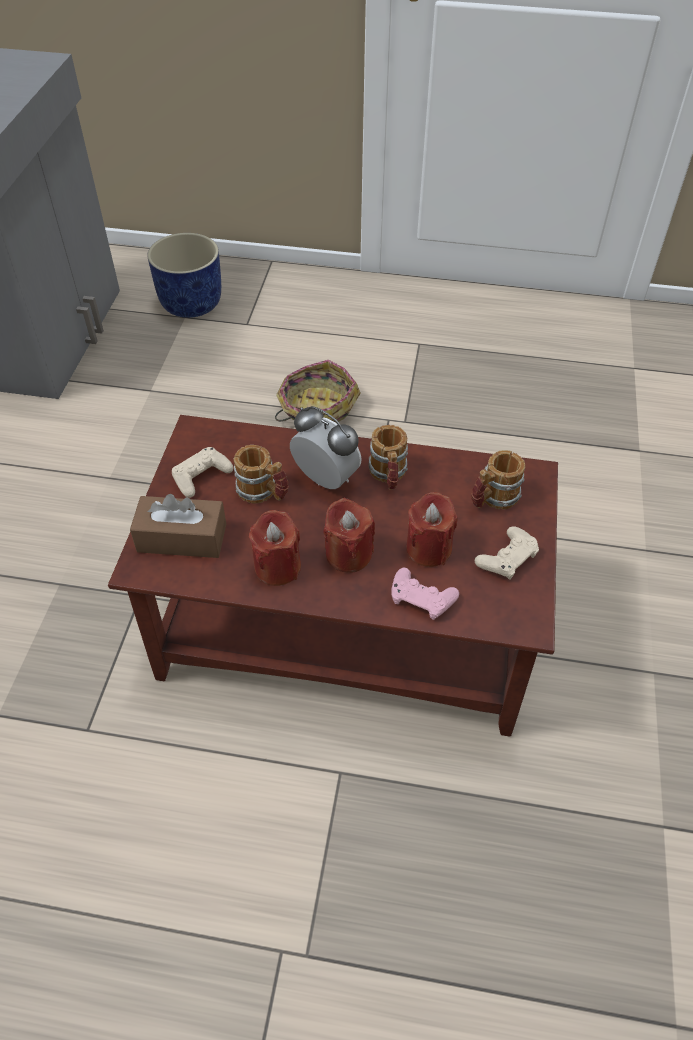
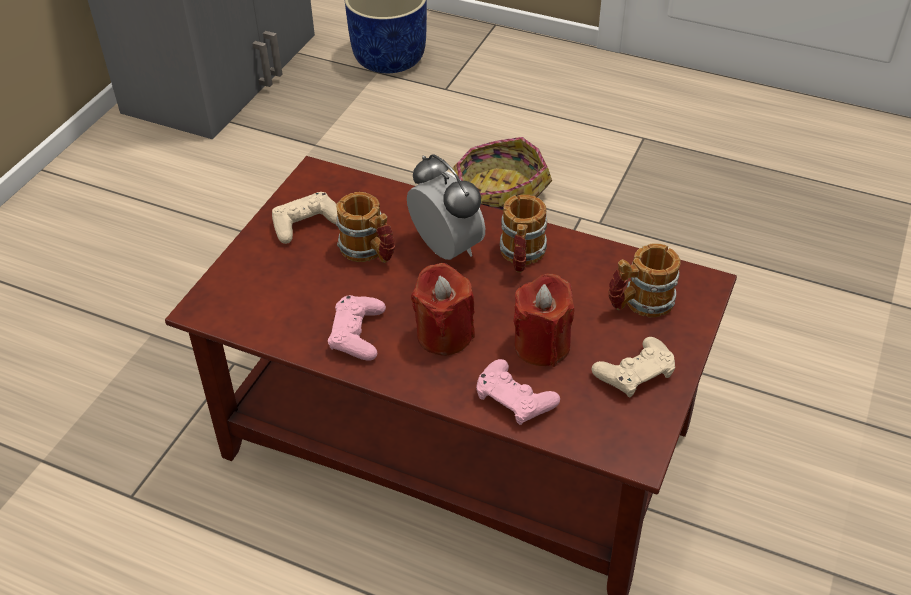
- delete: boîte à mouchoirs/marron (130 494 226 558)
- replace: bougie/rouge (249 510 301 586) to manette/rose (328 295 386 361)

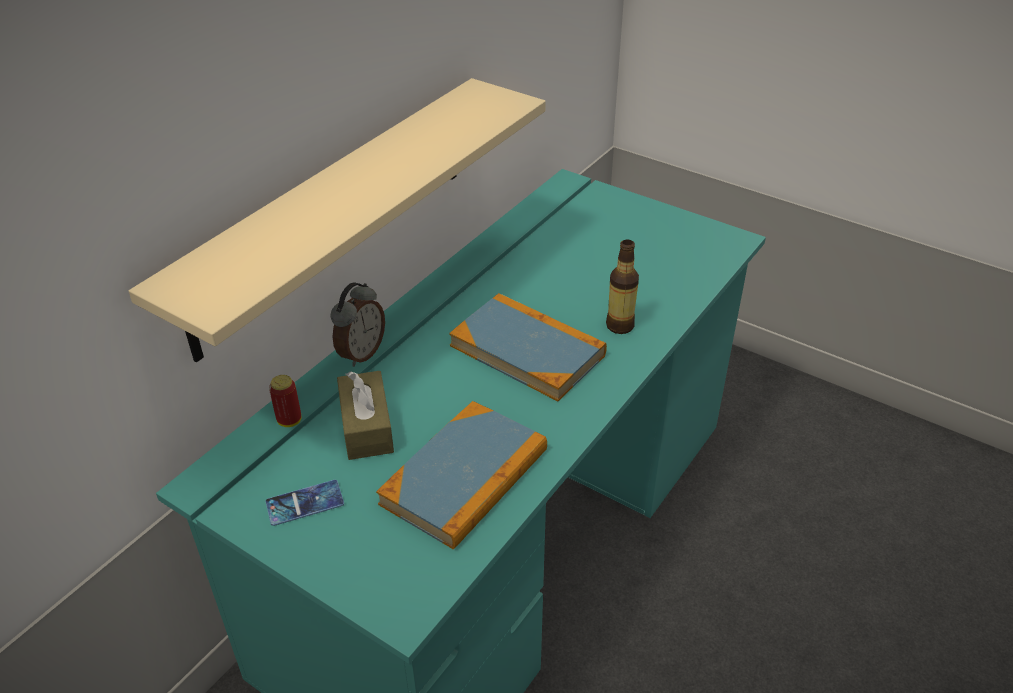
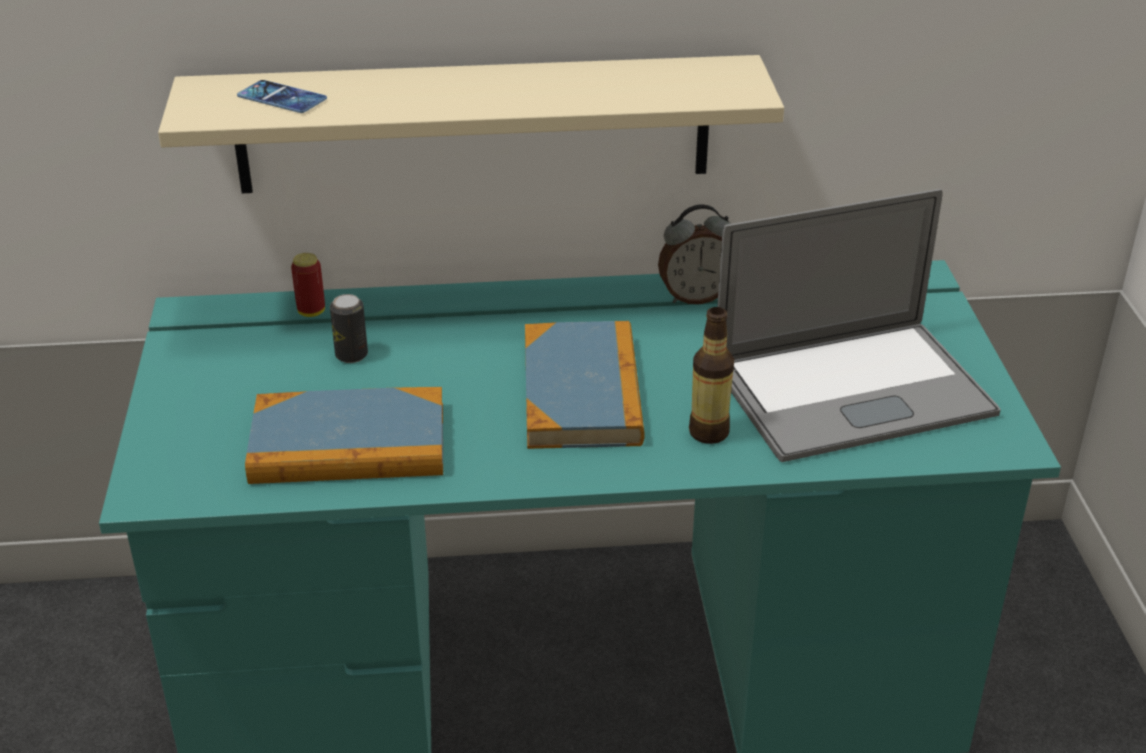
- insert: ordinateur portable (717 189 1000 462)
- move: téléphone (266 480 344 526) to (237 80 327 113)
- move: réveil (331 282 385 367) to (658 205 731 304)
- replace: boîte à mouchoirs/marron (337 371 394 460) to boîte métallique (330 294 368 363)

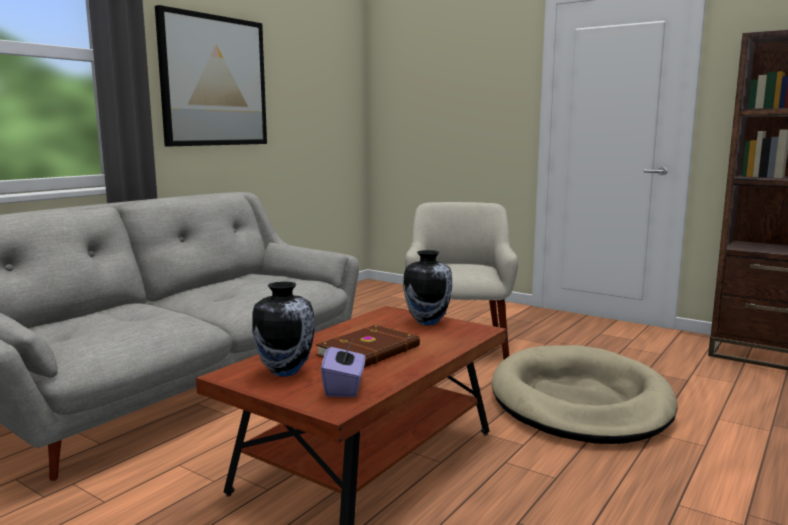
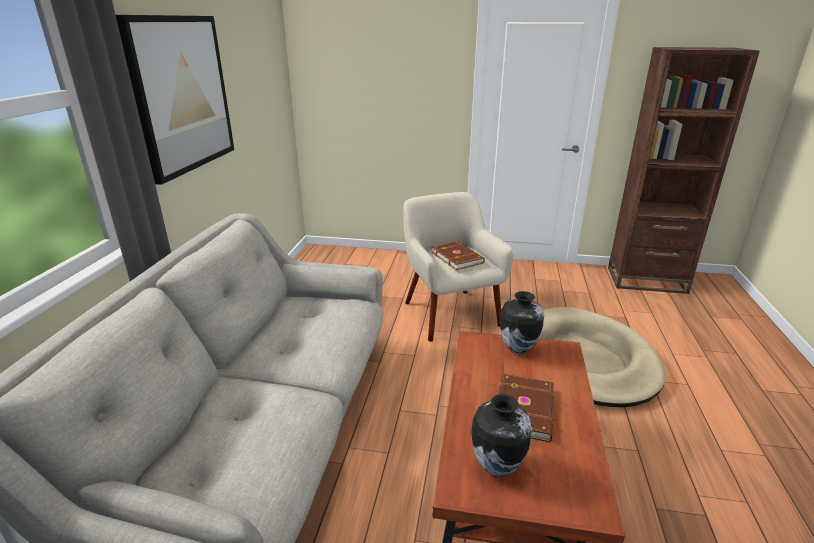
- delete: boîte à mouchoirs/violet (321 340 365 397)
- insert: livre/marron (431 241 485 270)

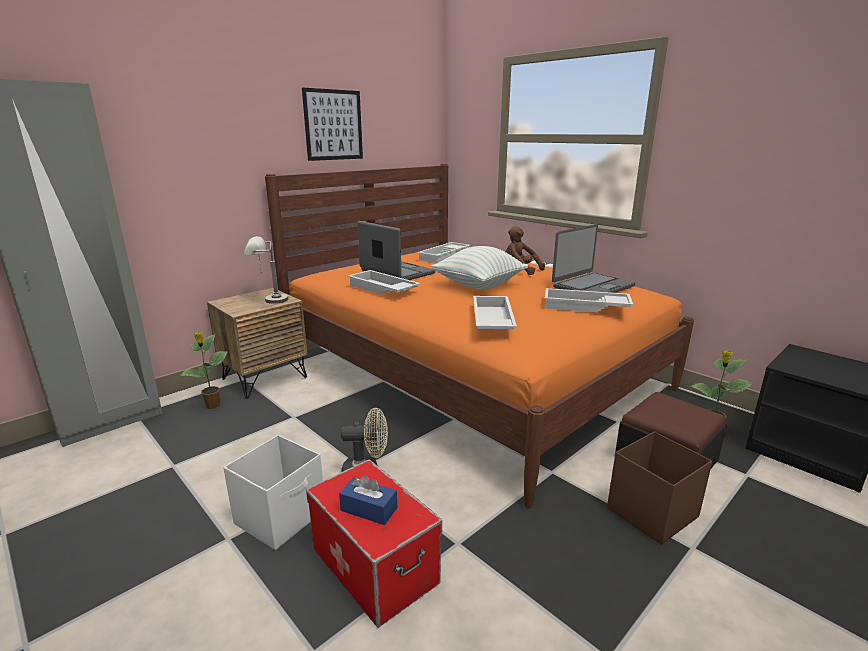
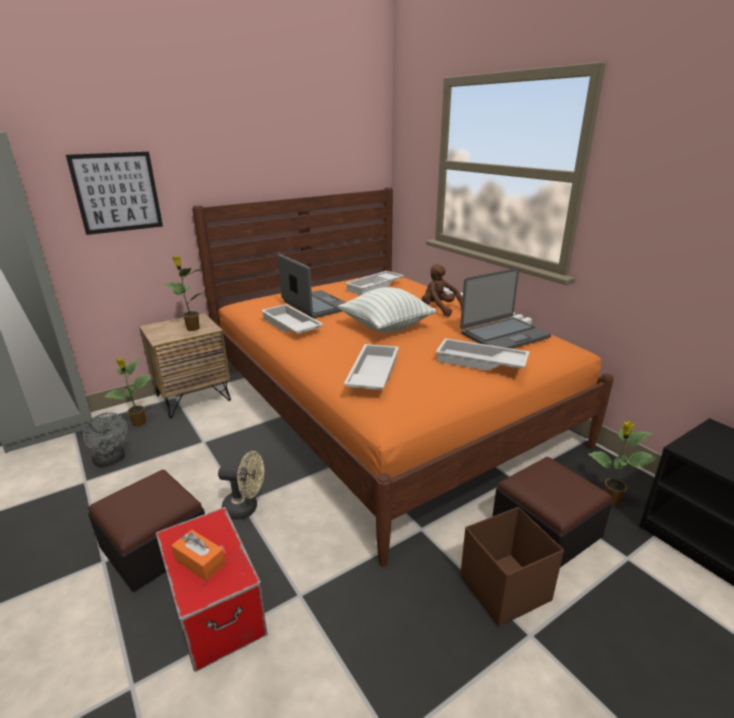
- insert: ventilateur/gris (83 412 127 467)
- move: tableau (302 88 363 161) to (66 152 163 235)
- replace: boîte de rangement/blanc (223 435 323 550) to pouf (88 470 205 592)
- replace: lampe de table/gris (244 236 288 304) to plante en pot (164 256 204 331)
- recolor: boîte à mouchoirs/bleu (339 475 397 525) to boîte à mouchoirs/orange (171 530 226 581)

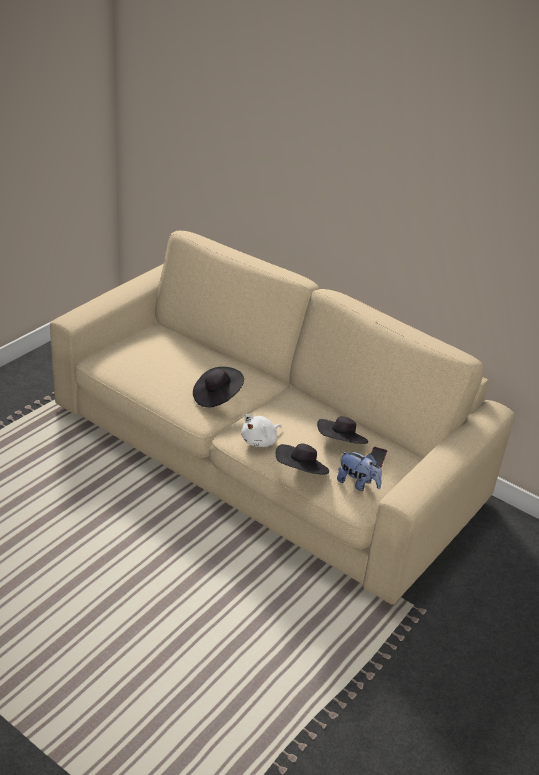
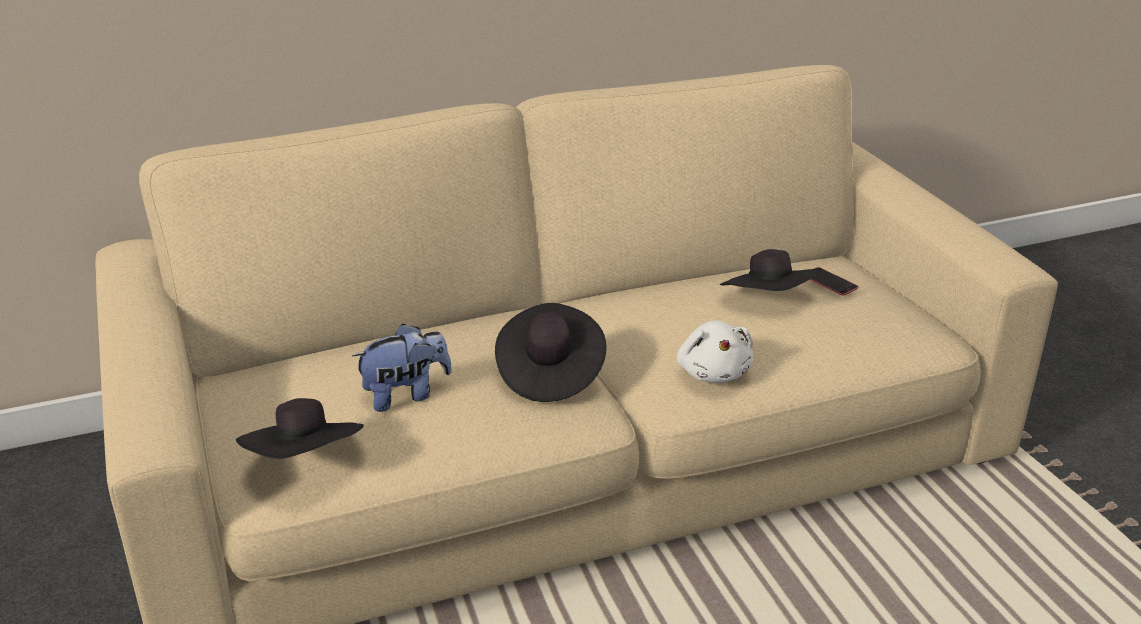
- move: chapeau/noir (276 443 329 474) to (236 398 364 459)
- move: peluche (337 451 382 491) to (352 324 452 412)

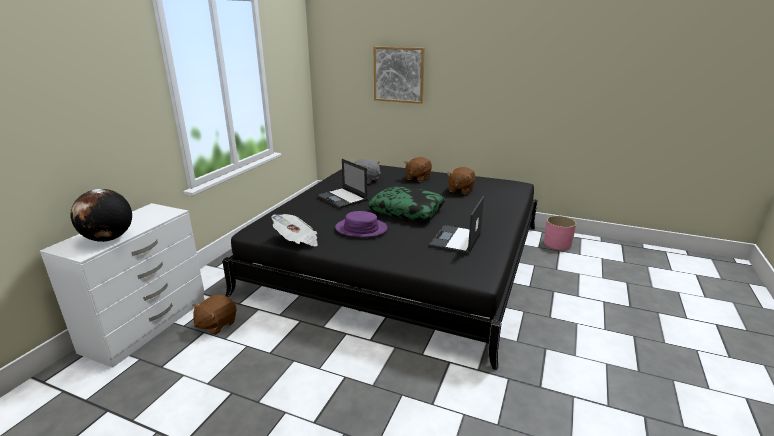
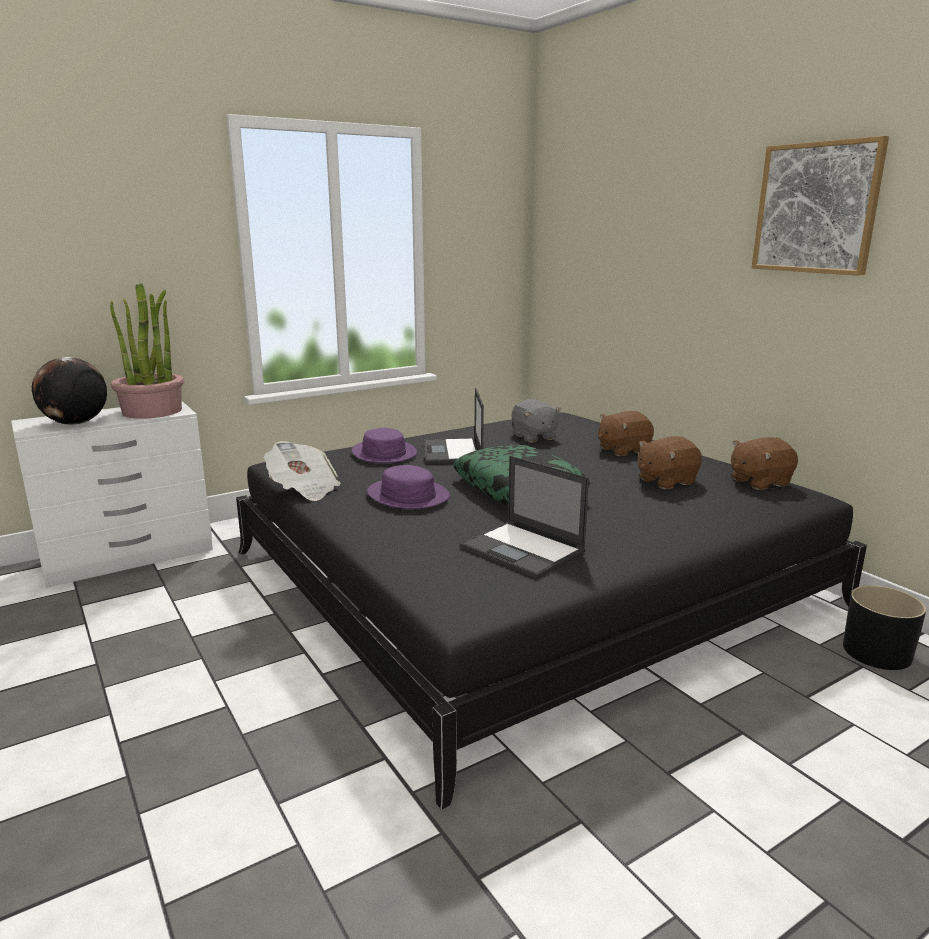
- insert: plante en pot (110 283 184 419)
- insert: chapeau/violet (352 428 417 464)
- move: peluche/marron (192 295 237 335) to (731 437 798 490)
- move: tableau (374 47 425 104) to (752 136 889 276)
- recolor: cache-pot/rose (544 216 576 250) to cache-pot/noir (843 585 926 670)
- rotate: ordinateur portable (429 196 484 254) = (460 456 589 579) 105 degrees counterclockwise

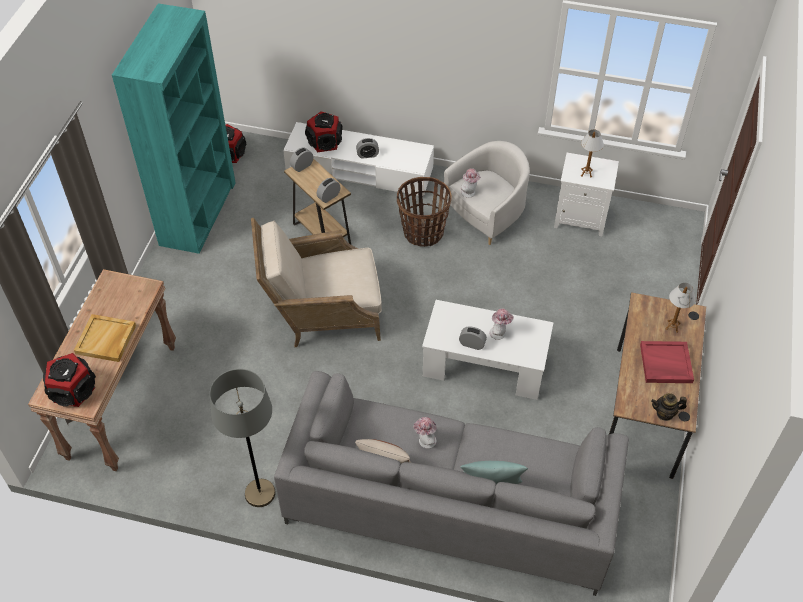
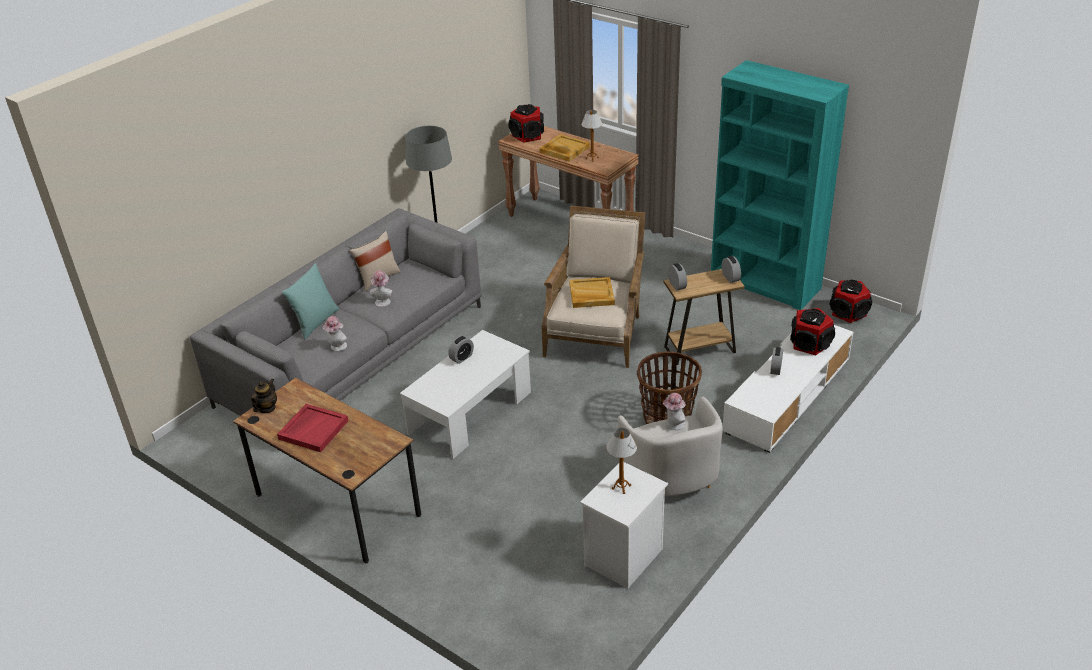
- insert: plateau/beige (569 277 615 308)
- move: chapeau (490 308 514 340) to (322 316 347 351)
- move: lampe de table (665 283 696 333) to (581 110 602 162)

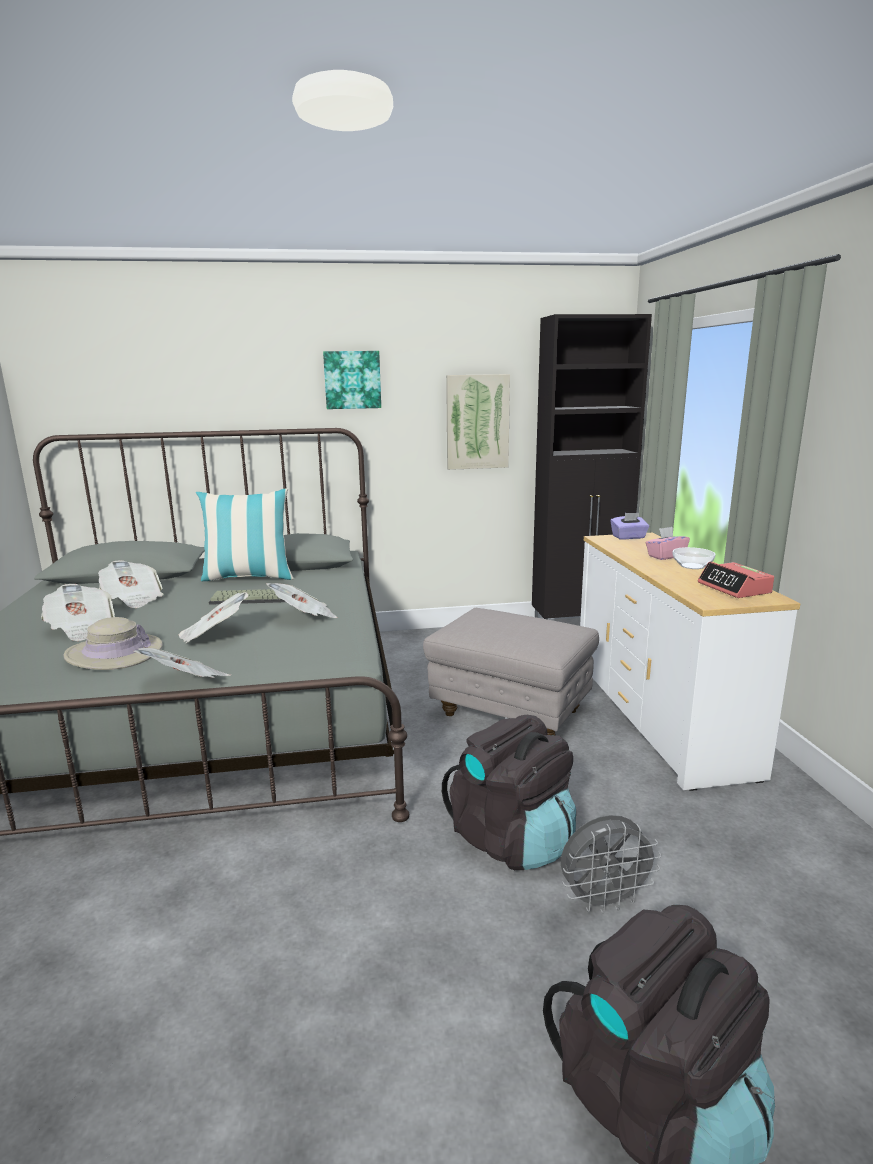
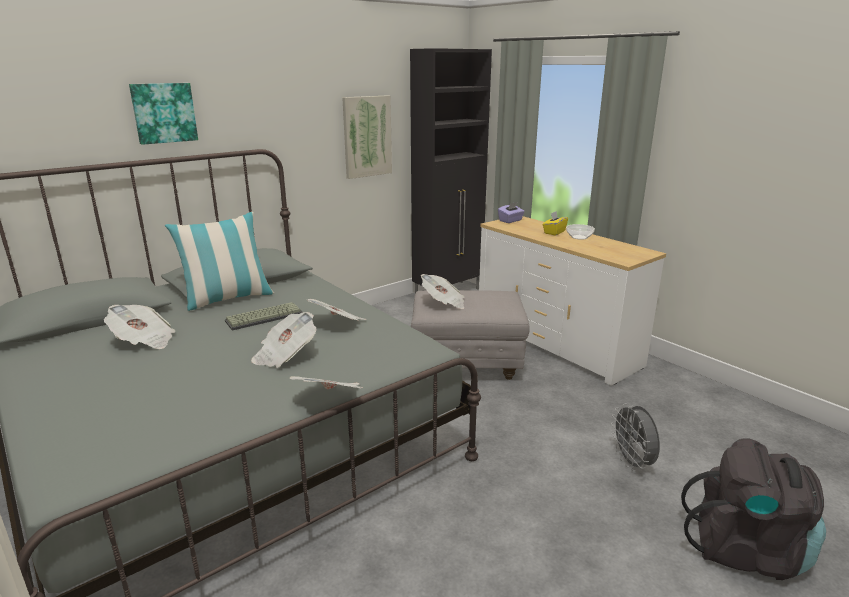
- delete: chapeau/beige (64 617 163 670)
- delete: sac à dos/noir (442 715 576 870)
- delete: réveil (698 562 774 598)
- move: journal (41 584 115 641) to (421 274 465 309)
- move: tableau (323 351 381 409) to (129 83 198 145)
- recolor: boîte à mouchoirs/rose (645 527 690 560) to boîte à mouchoirs/jaune (543 211 568 236)
- rotate: ventilateur/gris (561 815 662 914) = (611 403 660 471) 120 degrees clockwise

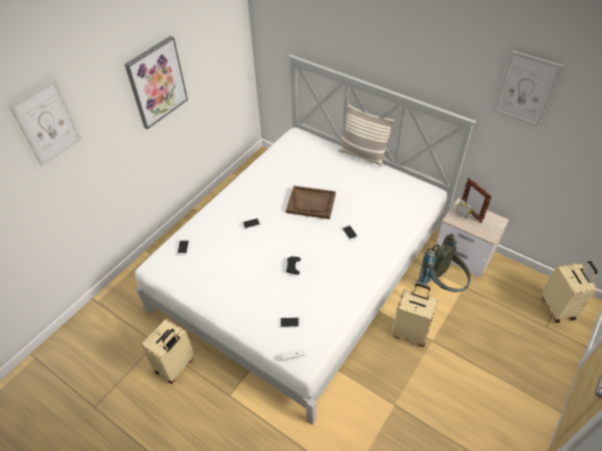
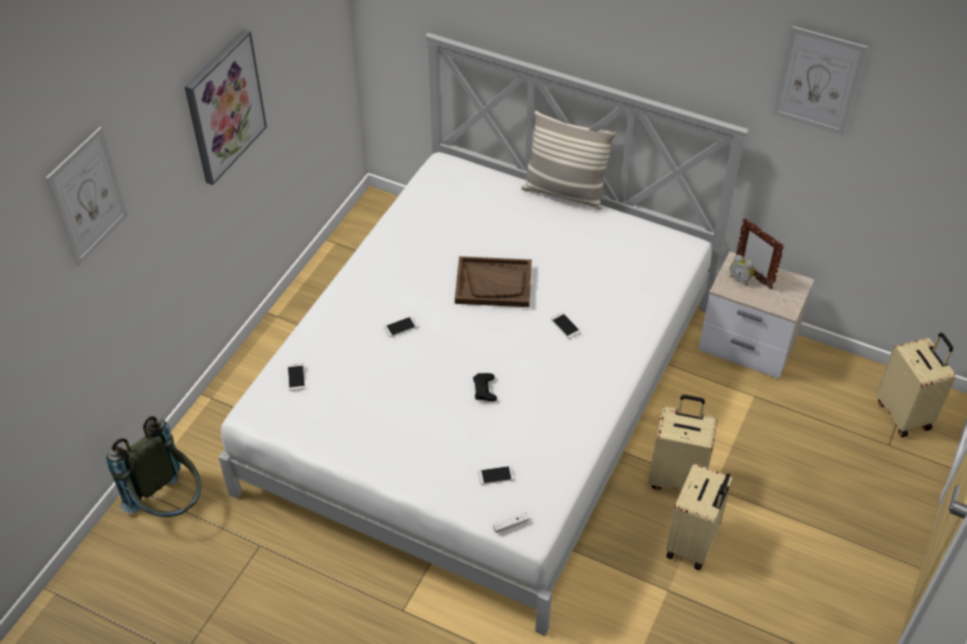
- move: valise/beige (141 319 195 384) to (666 463 733 570)
- move: sac à dos/gris (417 234 471 292) to (106 416 201 517)

